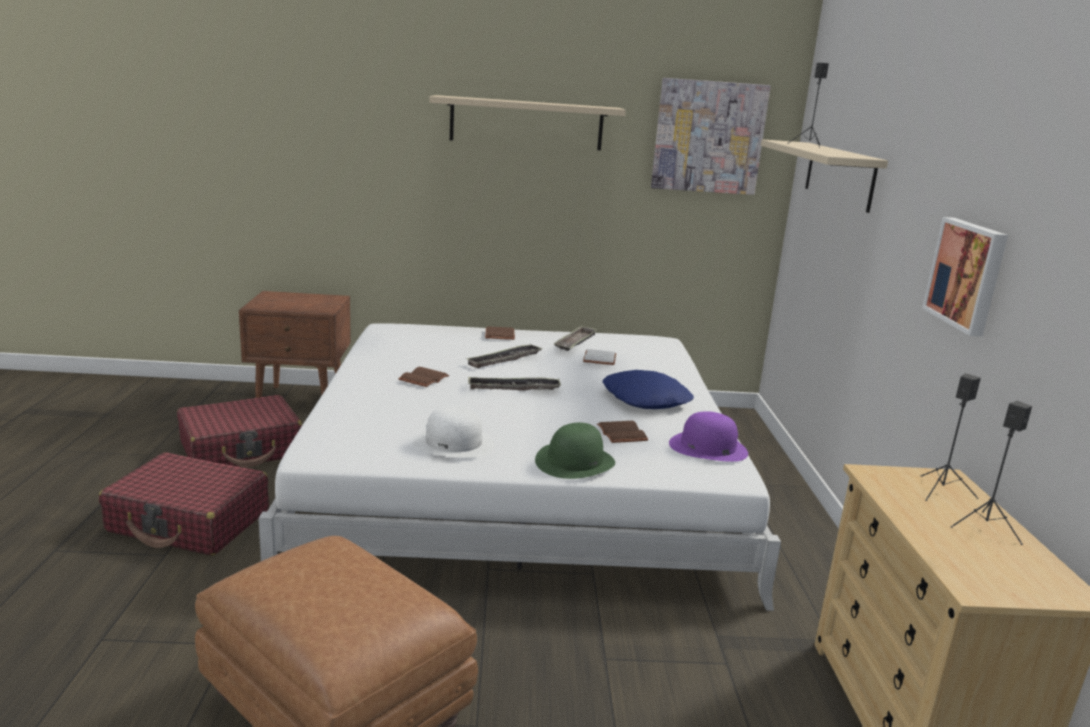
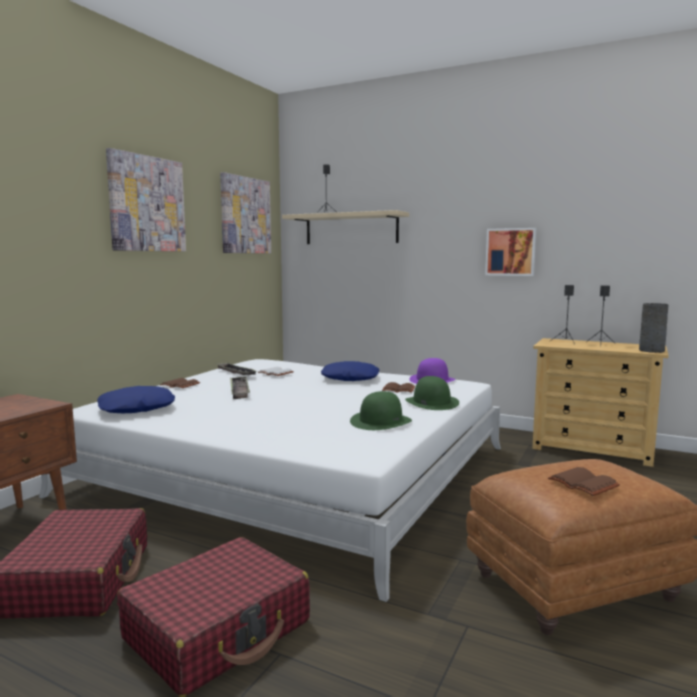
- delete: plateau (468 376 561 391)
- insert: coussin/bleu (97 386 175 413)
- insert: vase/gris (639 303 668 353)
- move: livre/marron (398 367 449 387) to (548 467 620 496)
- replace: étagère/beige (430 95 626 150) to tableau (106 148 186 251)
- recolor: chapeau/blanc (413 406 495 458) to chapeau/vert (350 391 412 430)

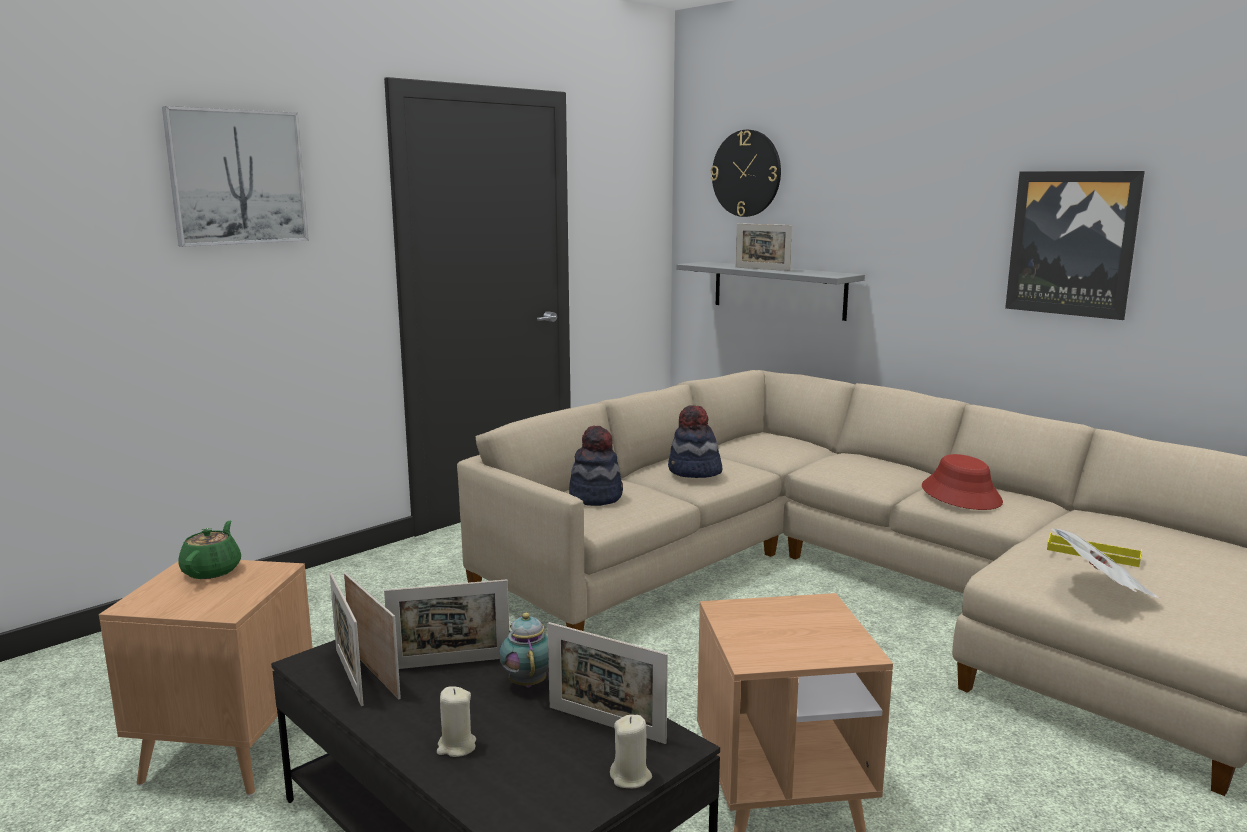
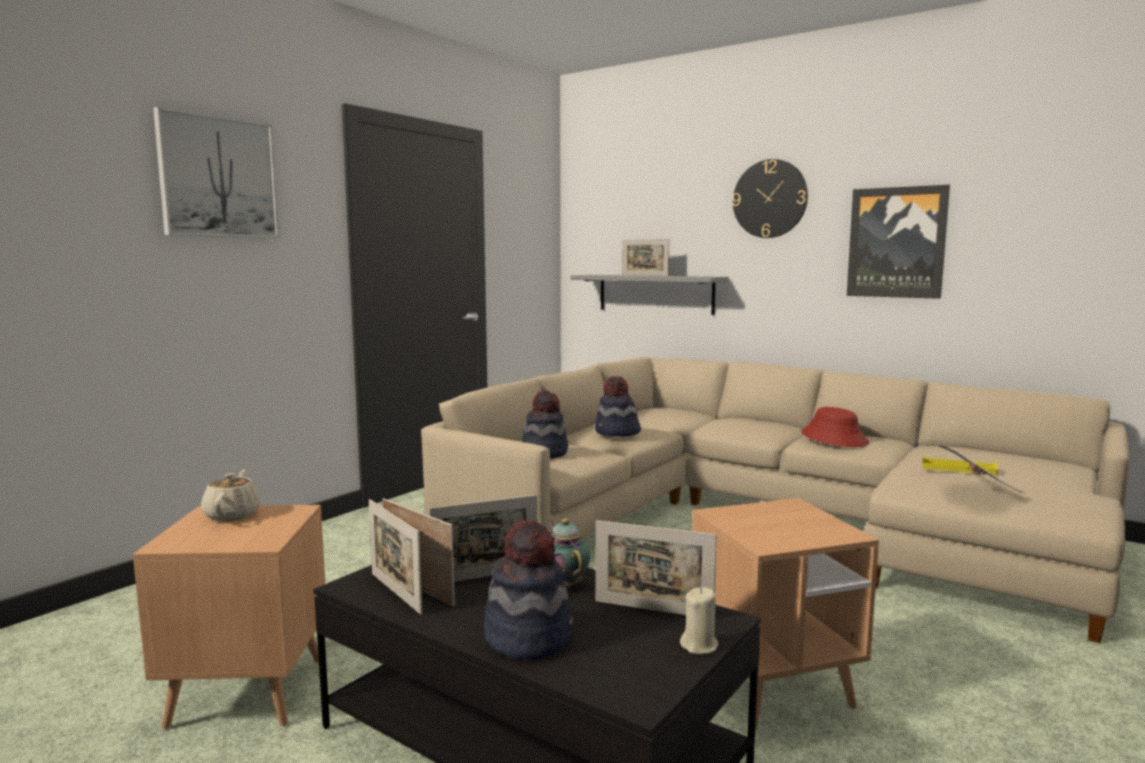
- move: horloge murale (711 130 781 217) to (732 159 808 238)
- replace: bougie/beige (437 687 476 757) to chapeau (484 520 573 661)
- recolor: théière/vert (178 520 241 579) to théière/beige (201 470 261 521)

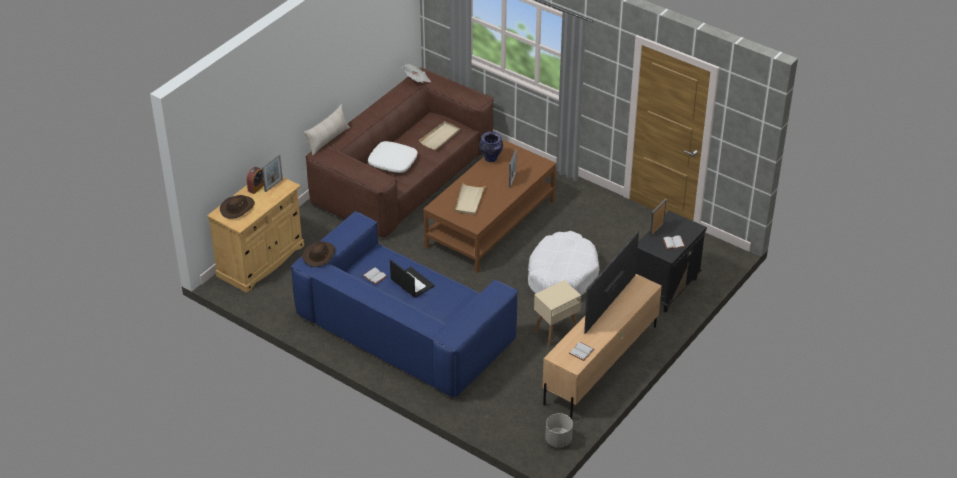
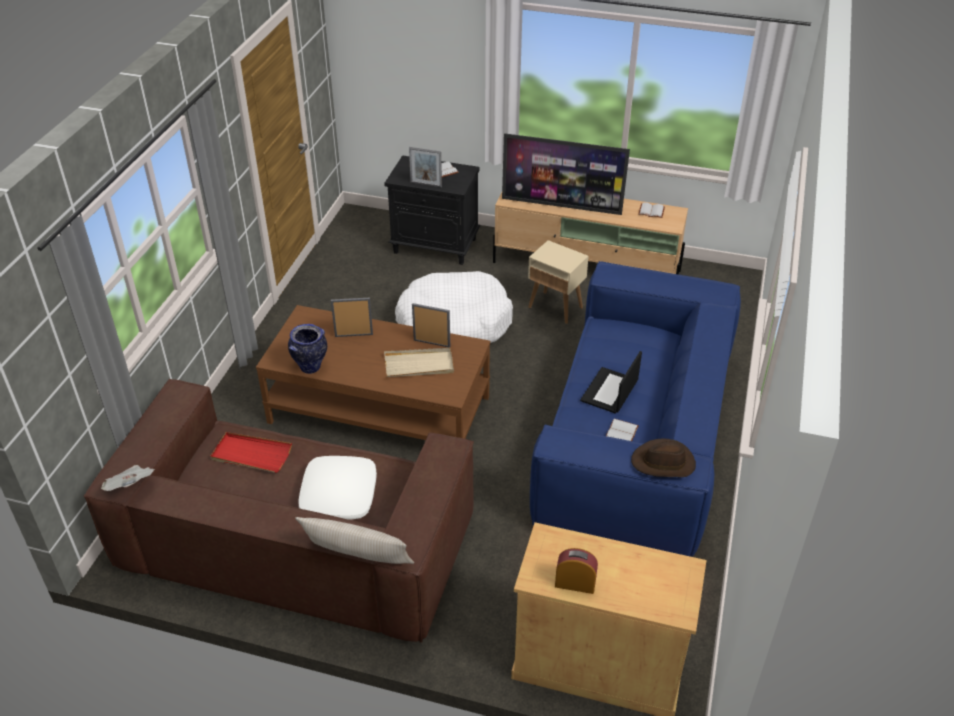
- delete: chapeau/marron (220 195 255 219)
- delete: cache-pot/gris (545 413 573 448)
- move: cadre photo (262 154 283 192) to (412 303 450 348)
- recolor: plateau/beige (419 121 460 150) to plateau/rouge (210 432 292 473)

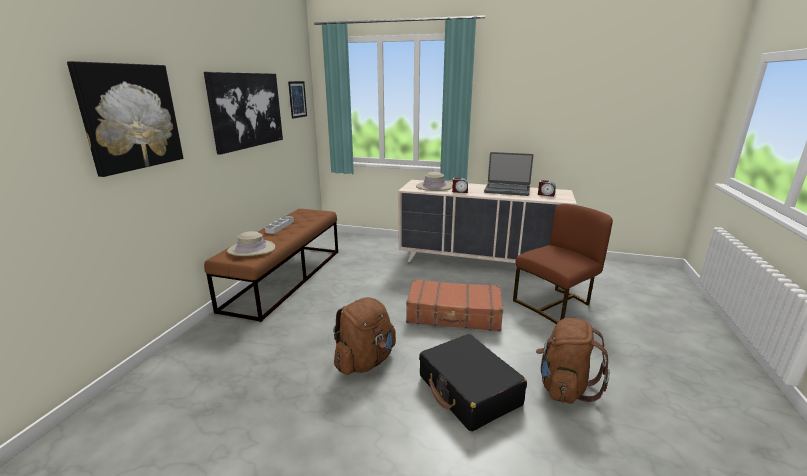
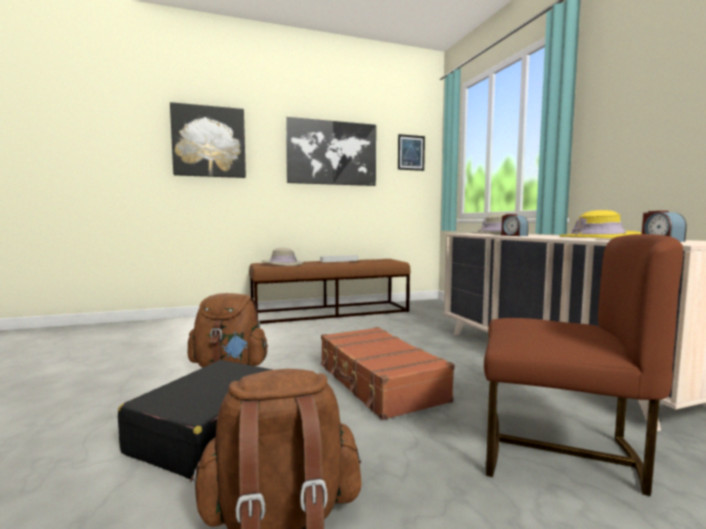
- replace: ordinateur portable (484 152 534 196) to chapeau/jaune (560 210 642 239)

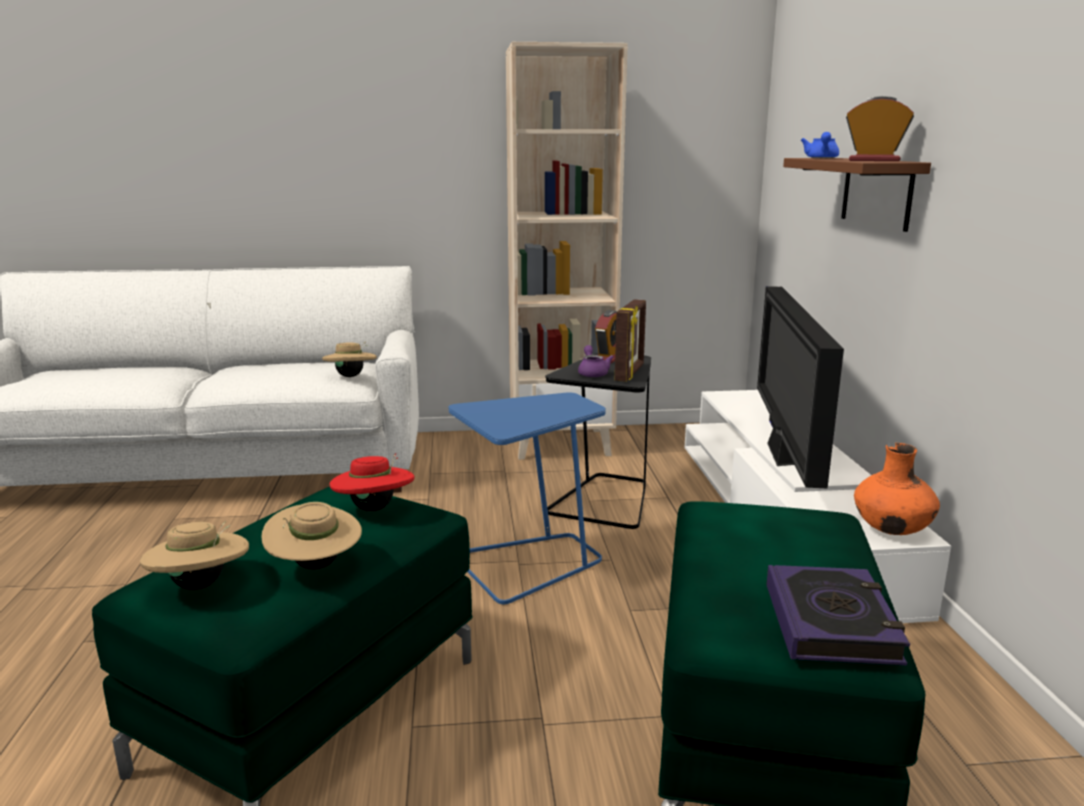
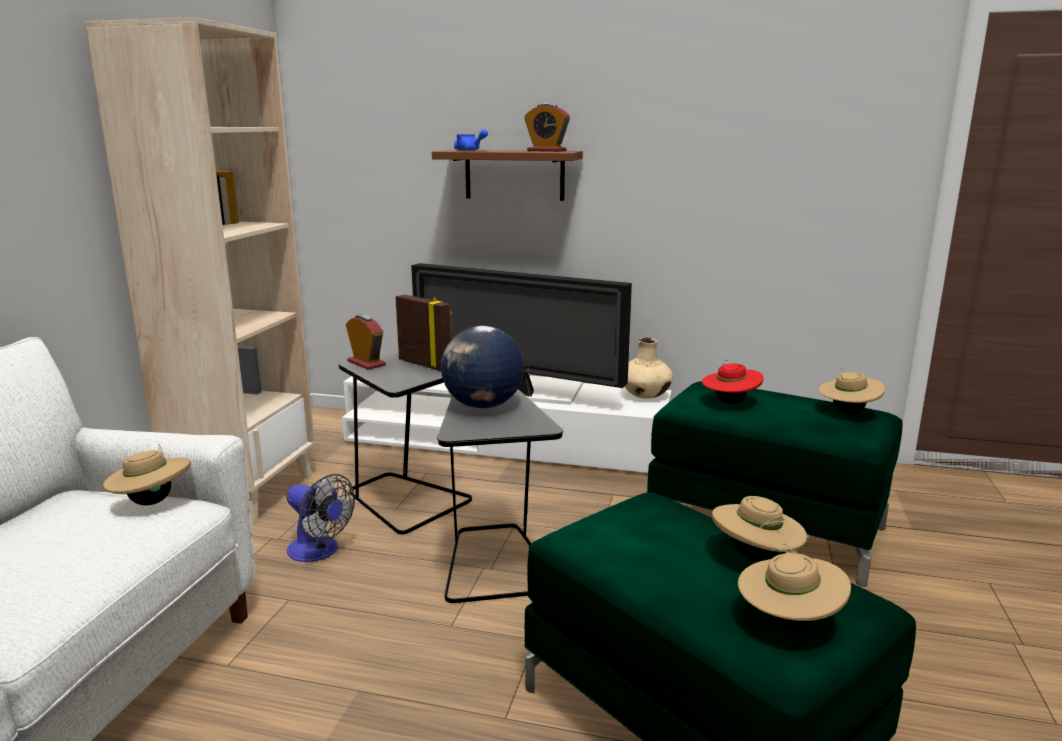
- delete: théière/violet (578 345 614 377)
- insert: ventilateur (287 474 355 562)
- insert: globe (441 326 524 409)
- move: chapeau/rouge (330 453 415 511) to (702 360 763 404)
- replace: livre (766 565 910 665) to chapeau/beige (818 368 885 414)
- recolor: table d'appoint/bleu (448 393 606 604) to table d'appoint/noir (437 389 563 604)
- recolor: vase/orange (854 443 940 535) to vase/beige (625 337 673 399)
- rotate: réveil (846 96 914 161) = (525 103 570 152) 105 degrees counterclockwise

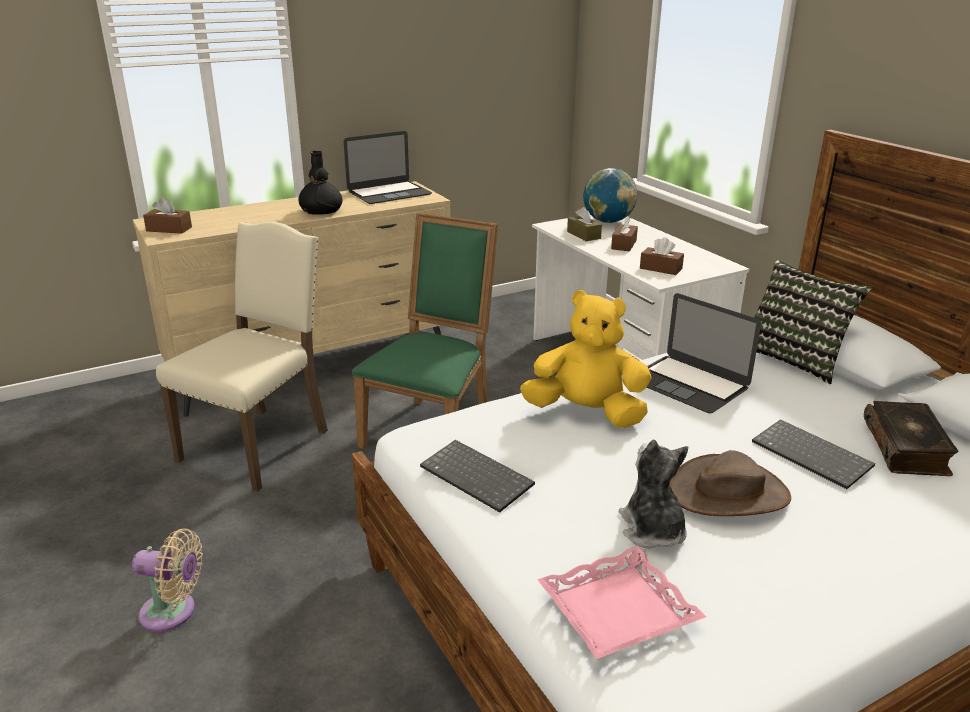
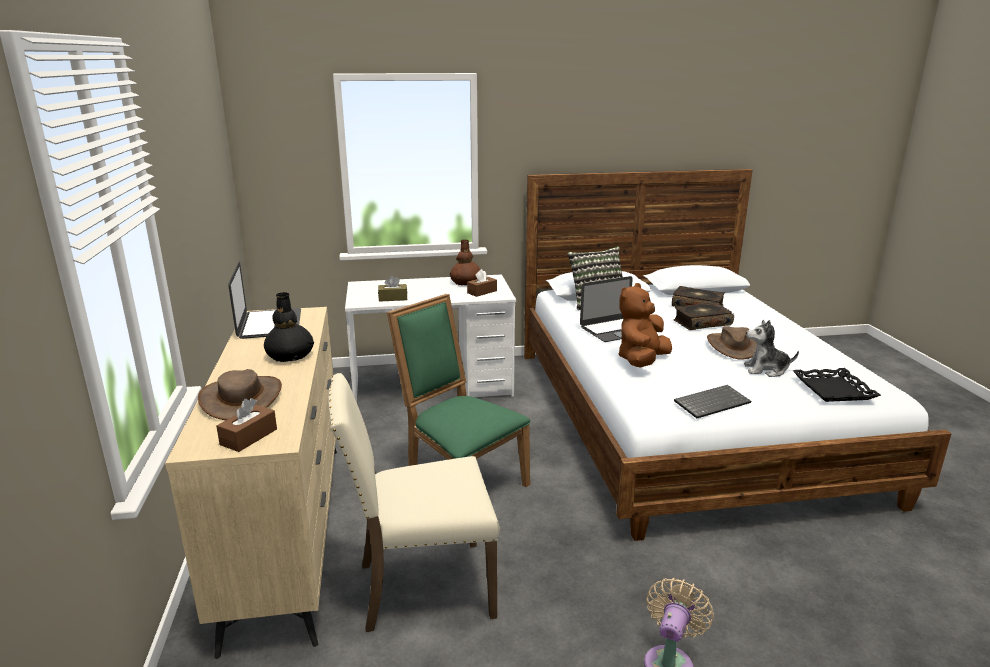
- delete: globe (583 168 637 223)
- delete: boîte à mouchoirs/marron (611 216 638 251)
- insert: chapeau/marron (198 369 282 420)
- insert: vase/marron (450 240 480 286)
- replace: clavier (752 419 875 489) to livre (673 302 734 330)
- recolor: peluche/jaune (520 290 652 428) to peluche/marron (618 283 672 367)
- recolor: plateau/rose (537 546 706 659) to plateau/noir (793 368 881 402)
- rotate: chaise/beige (156 222 328 492) = (328 373 500 632) 60 degrees counterclockwise

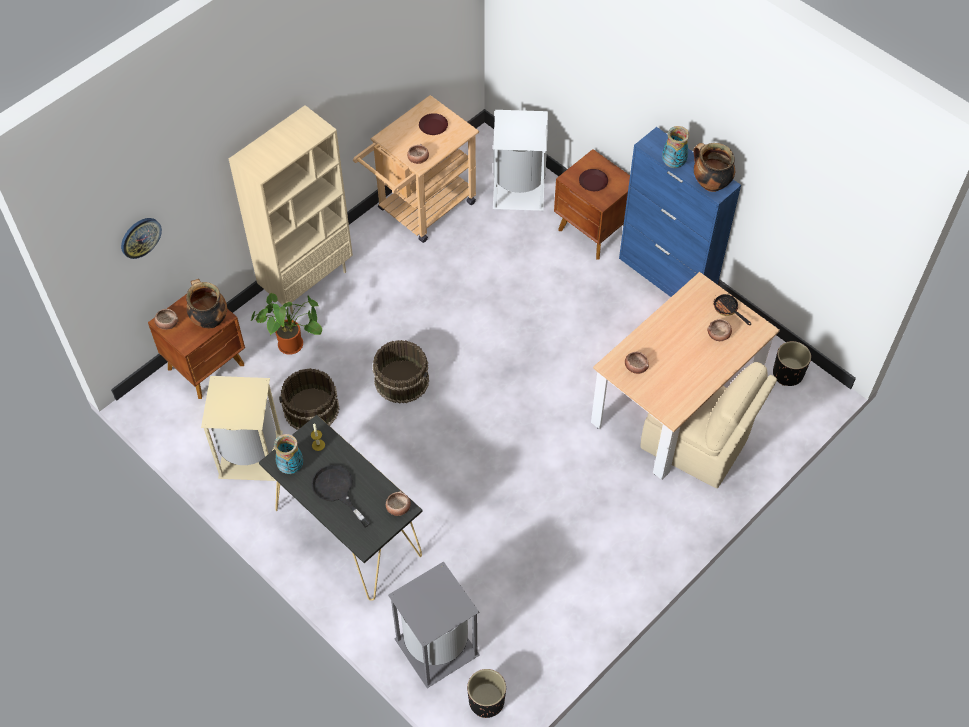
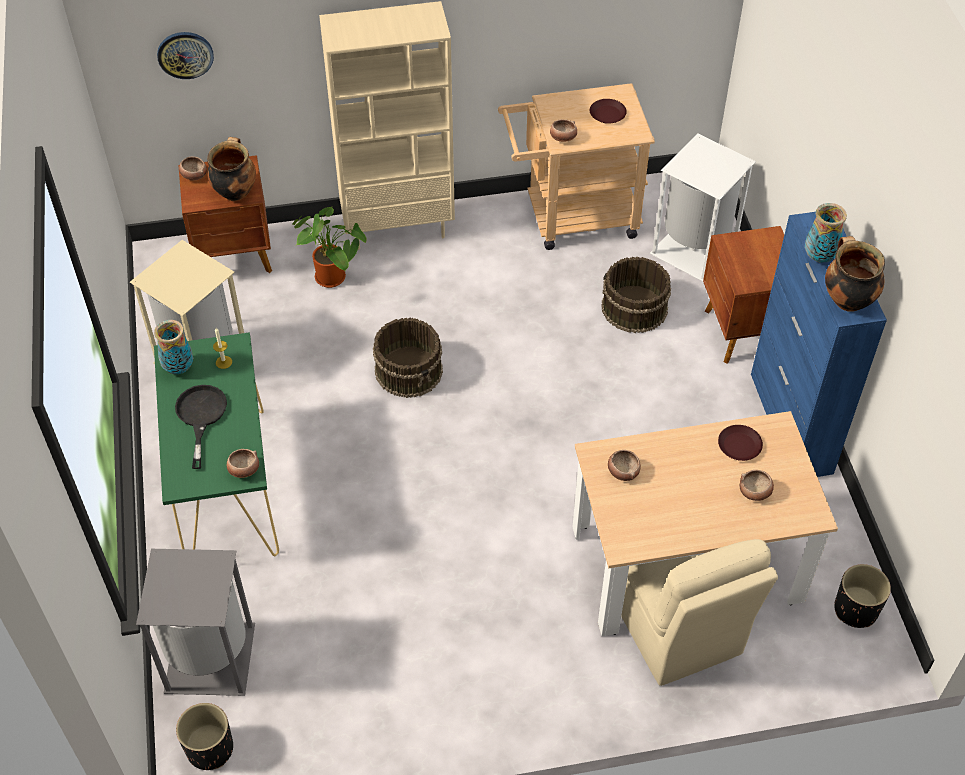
- delete: poêle (714 294 751 325)
- move: seau/marron (279 368 340 430) to (601 257 671 333)
- move: assiette/marron (579 169 608 191) to (718 425 763 461)
- recolor: table console/noir (259 415 423 601) to table console/vert (154 332 279 556)

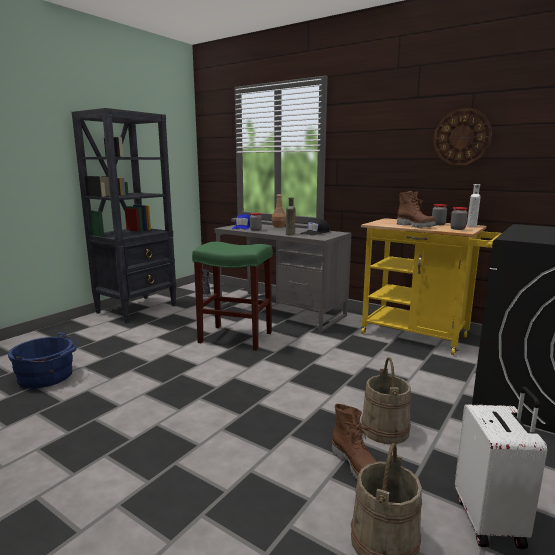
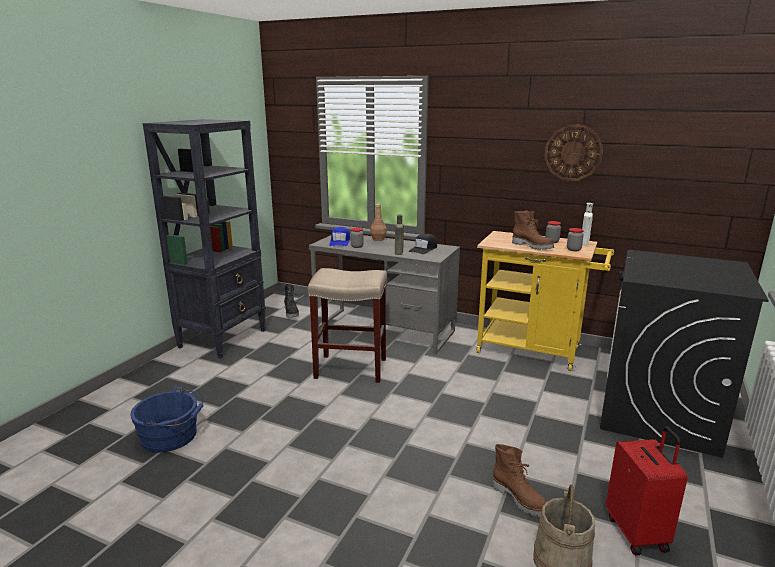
- delete: seau/beige (361 357 411 444)
- recolor: tabouret/vert (192 242 273 351) to tabouret/beige (308 268 387 383)
- recolor: valise/blanc (455 387 547 549) to valise/rouge (606 426 688 555)

